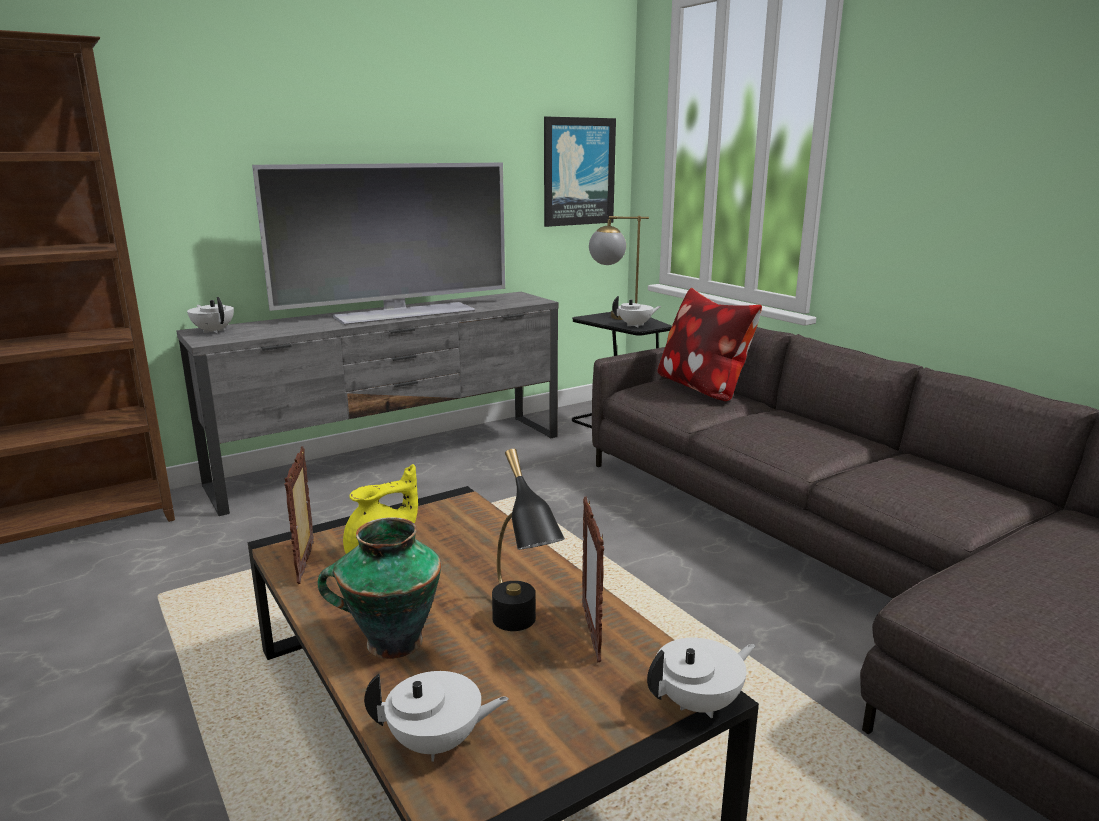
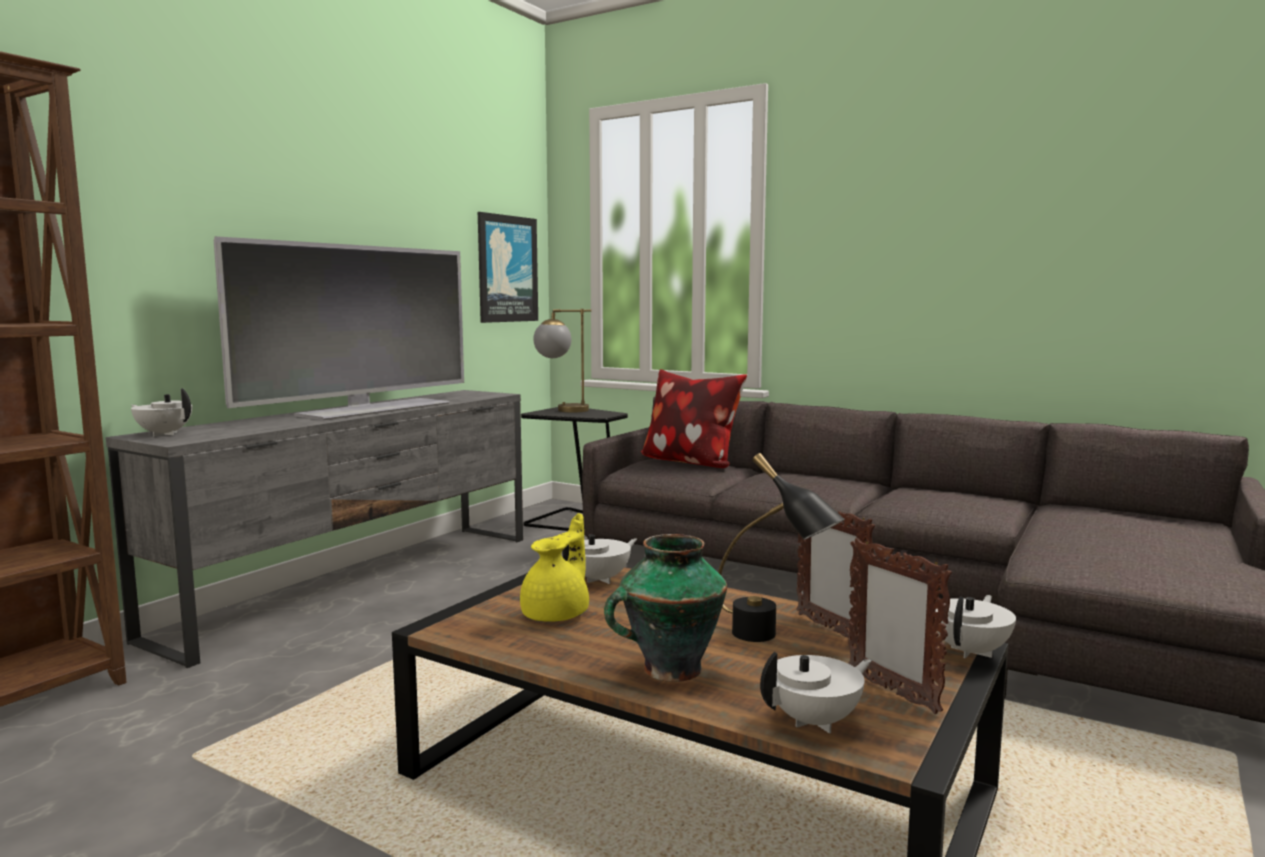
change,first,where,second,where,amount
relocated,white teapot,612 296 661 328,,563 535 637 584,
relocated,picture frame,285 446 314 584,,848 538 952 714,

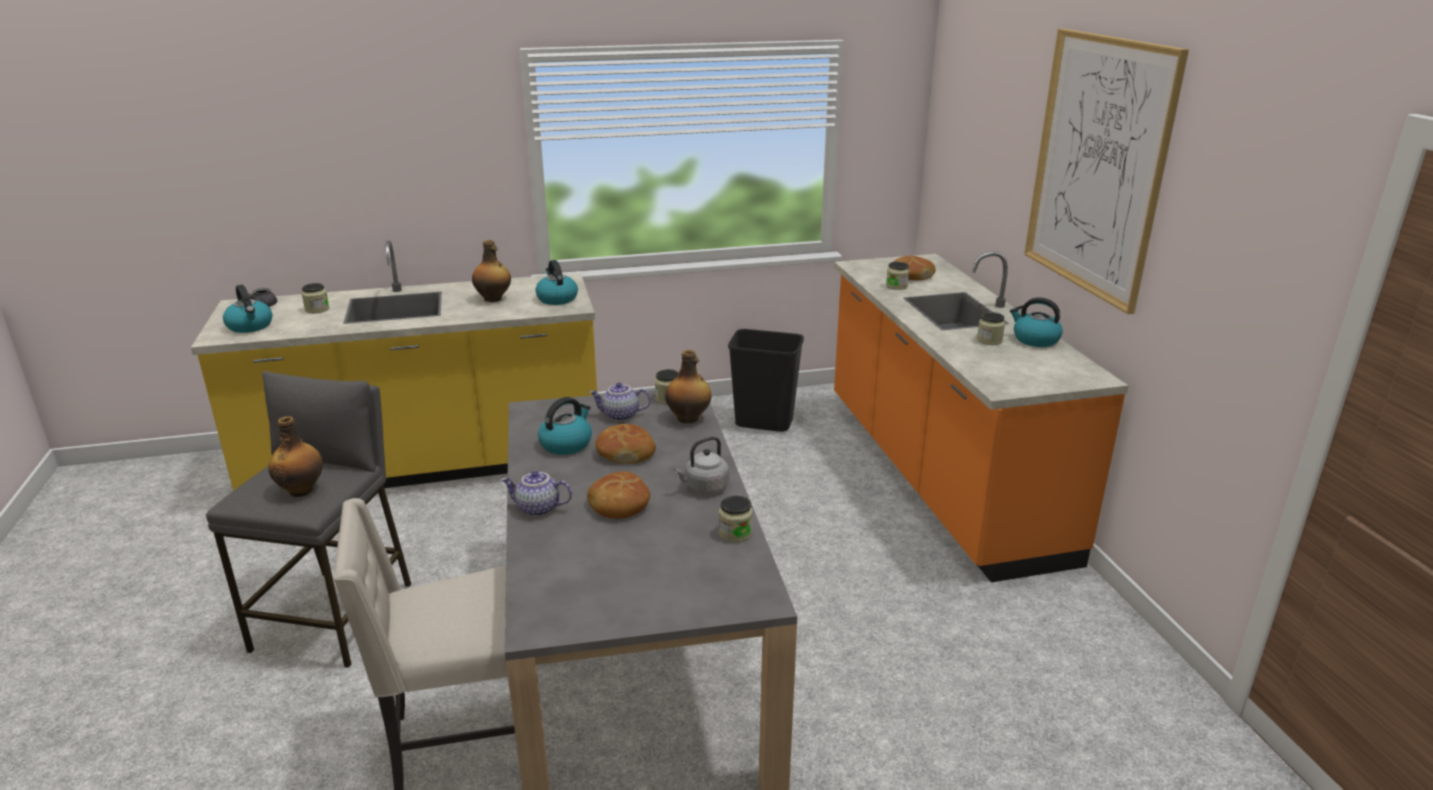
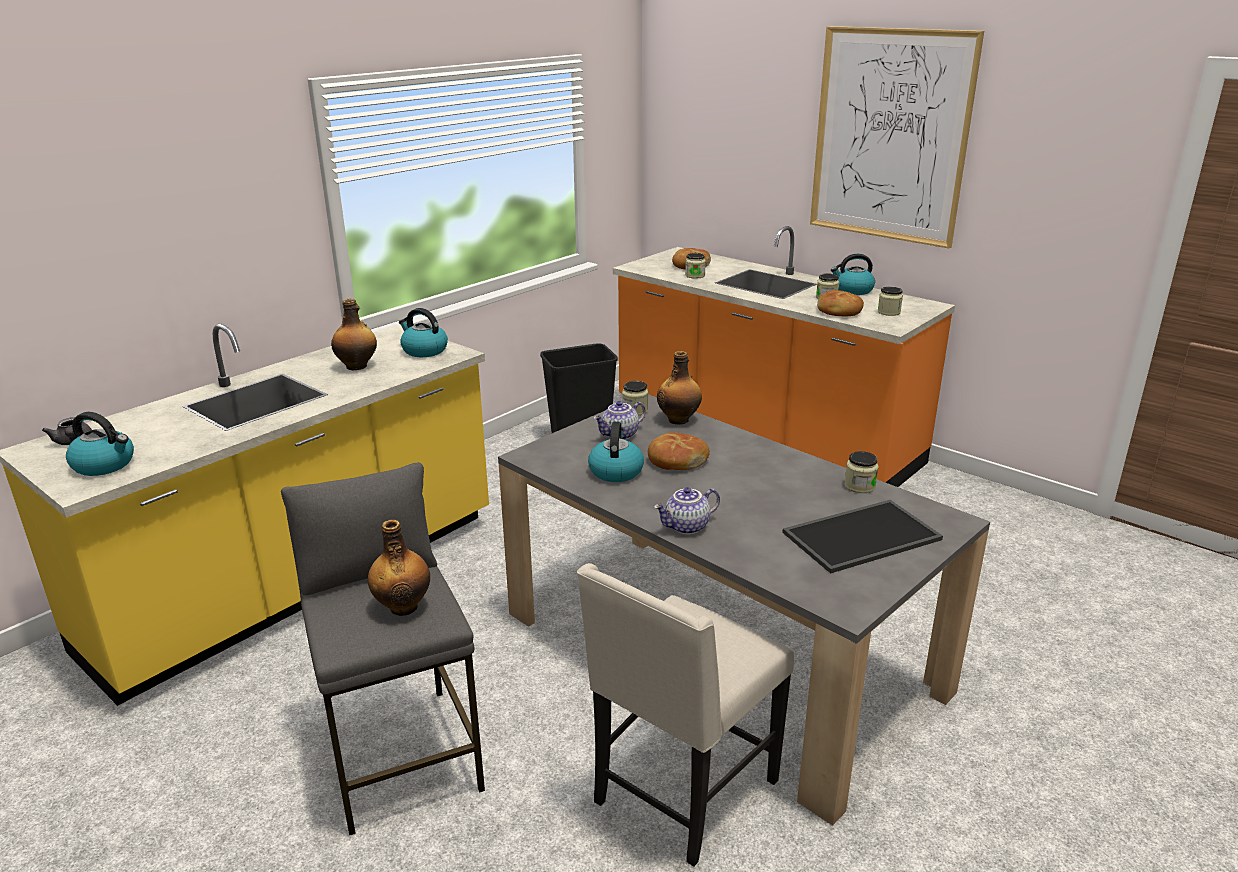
change,first,where,second,where,amount
relocated,jar,302 283 329 313,,878 287 903 316,
missing,grey kettle,674 436 729 494,,,
relocated,bread,587 471 650 519,,817 290 864 316,
appeared,,,tray,782 500 943 574,

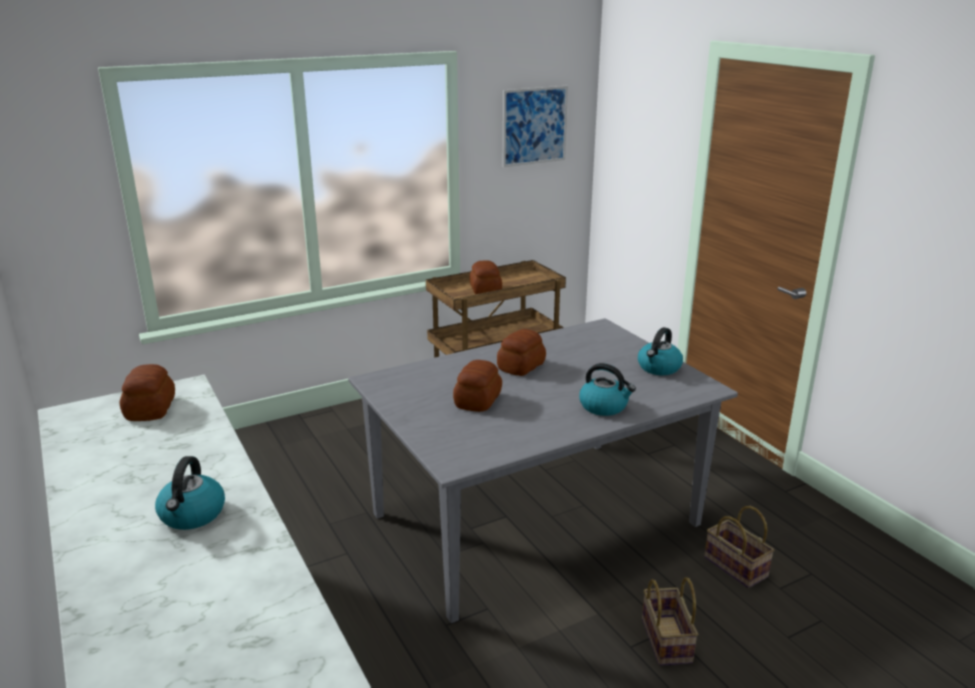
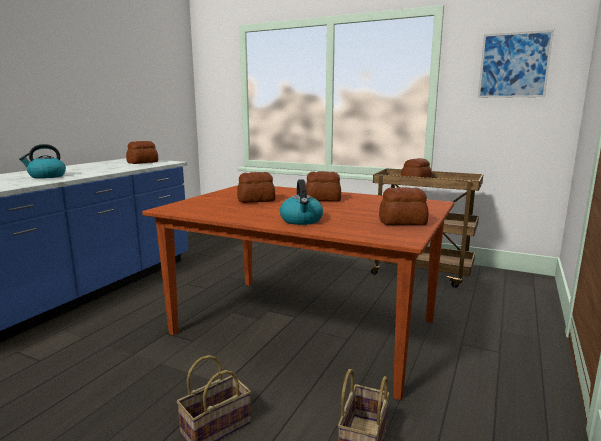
change,first,where,second,where,amount
colour,grey dining table,348 318 738 623,brown dining table,142 185 454 400,
exchanged,kettle,638 327 683 375,bread,379 187 429 225,

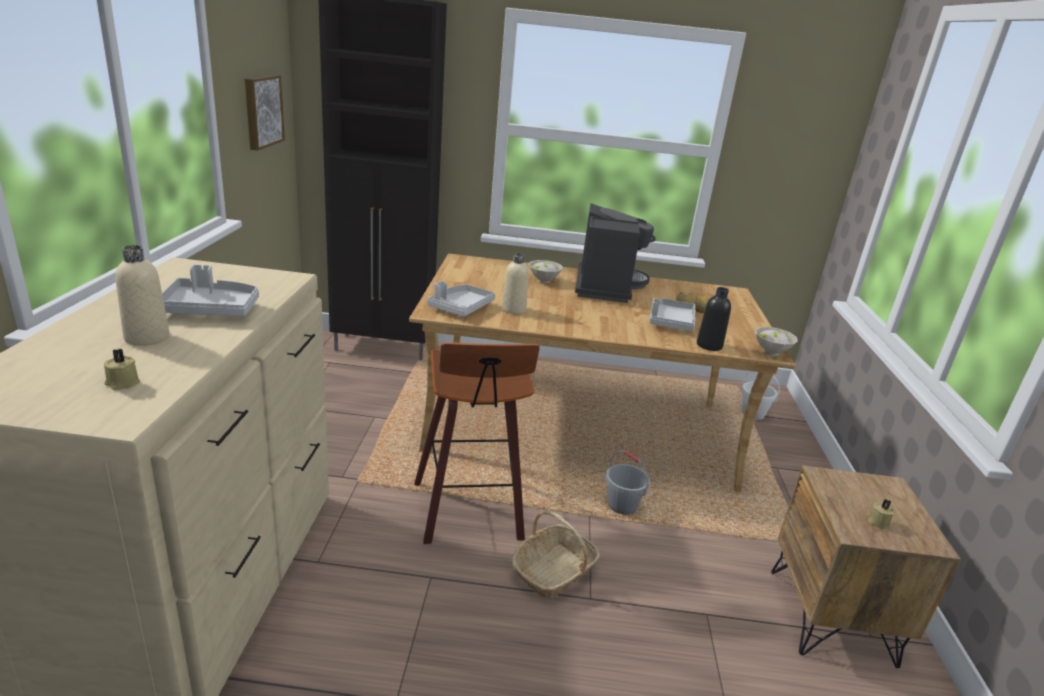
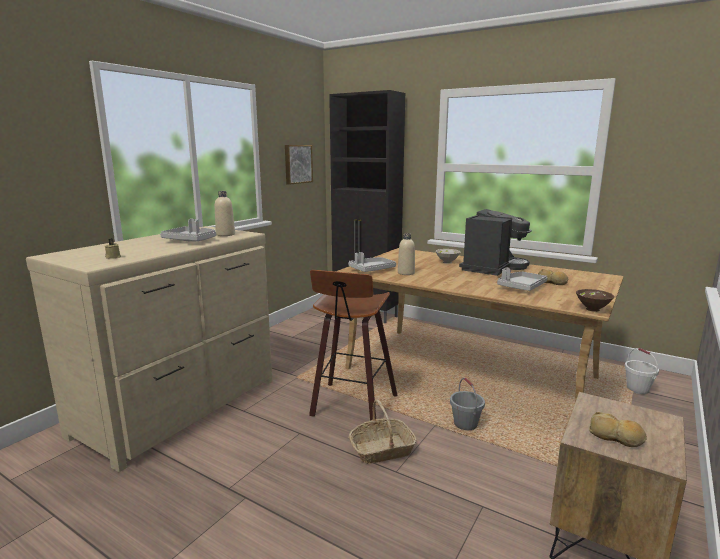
change,first,where,second,where,amount
relocated,beige bottle,115 245 169 346,,215 191 235 236,
missing,black bottle,697 287 731 351,,,
colour,white bowl,755 327 798 356,brown bowl,576 289 615 312,
exchanged,beige candle,868 499 894 530,bread,589 412 647 447,

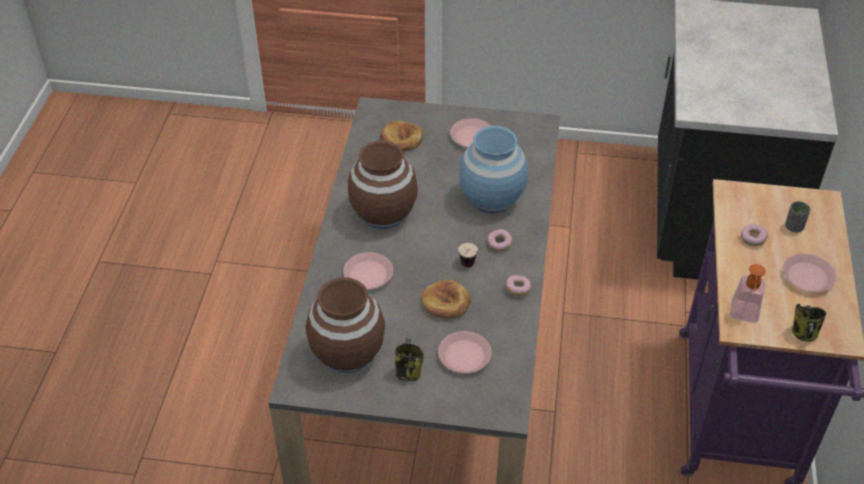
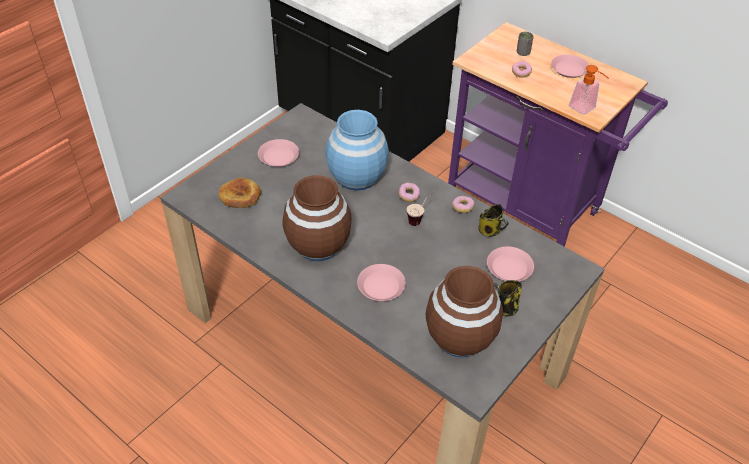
change,first,where,second,where,amount
missing,bread,421 280 471 319,,,
relocated,mug,792 304 826 341,,478 204 508 237,

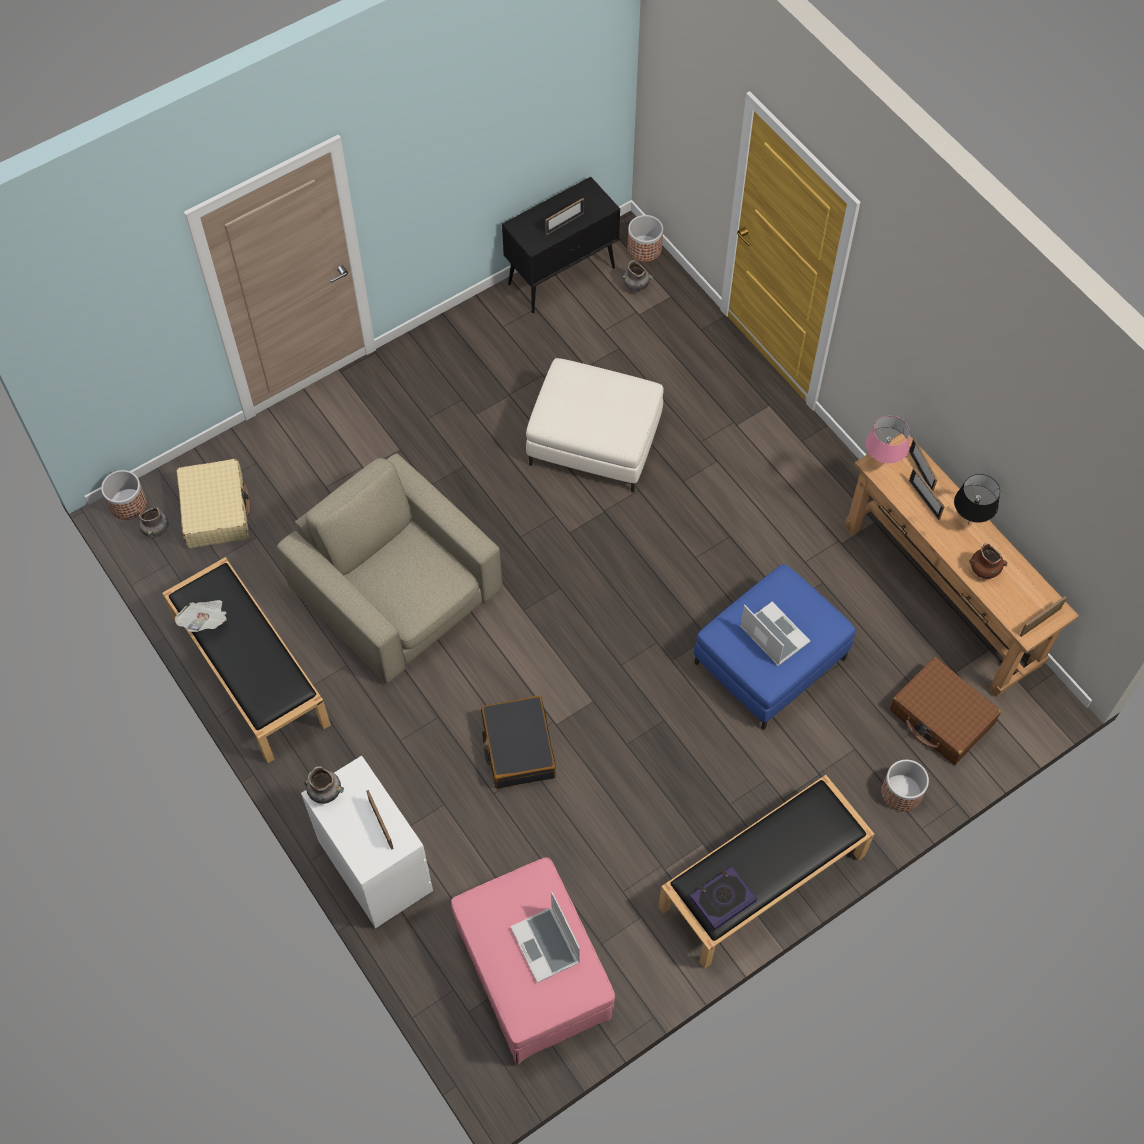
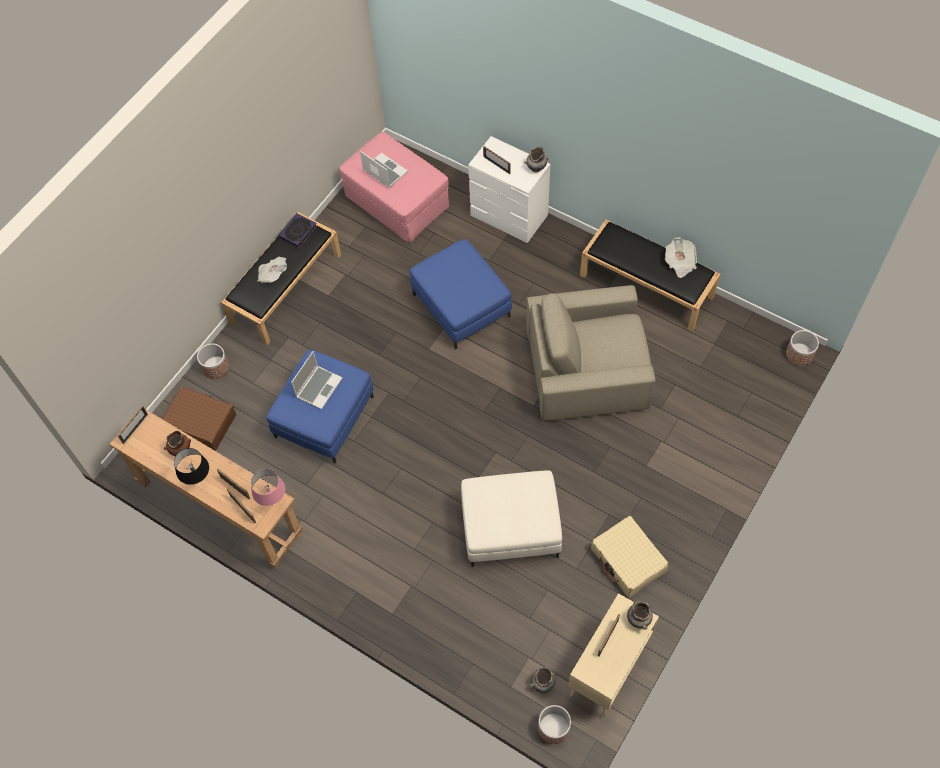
change,first,where,second,where,amount
colour,black cabinet,502 177 620 313,beige cabinet,568 593 659 717,
spun,beige armchair,277 453 503 683,,526 285 656 421,150 degrees clockwise
relocated,beige suitcase,176 459 250 548,,591 516 669 598,
relocated,grey vase,139 507 169 538,,627 601 653 630,
spun,laptop,740 602 810 666,,291 351 342 410,90 degrees counterclockwise
exchanged,black suitcase,481 696 556 789,blue ottoman,410 239 512 349,
appeared,,,newspaper,257 257 287 283,

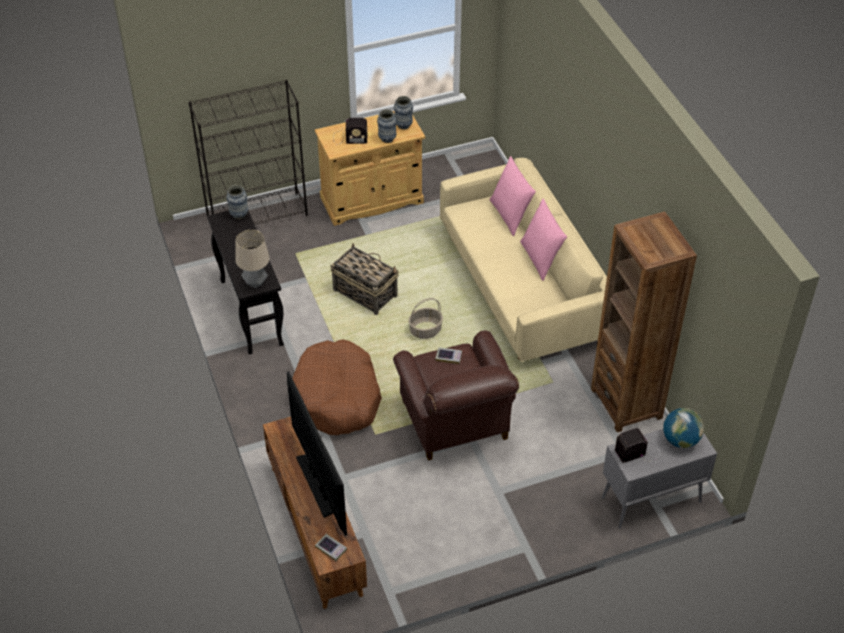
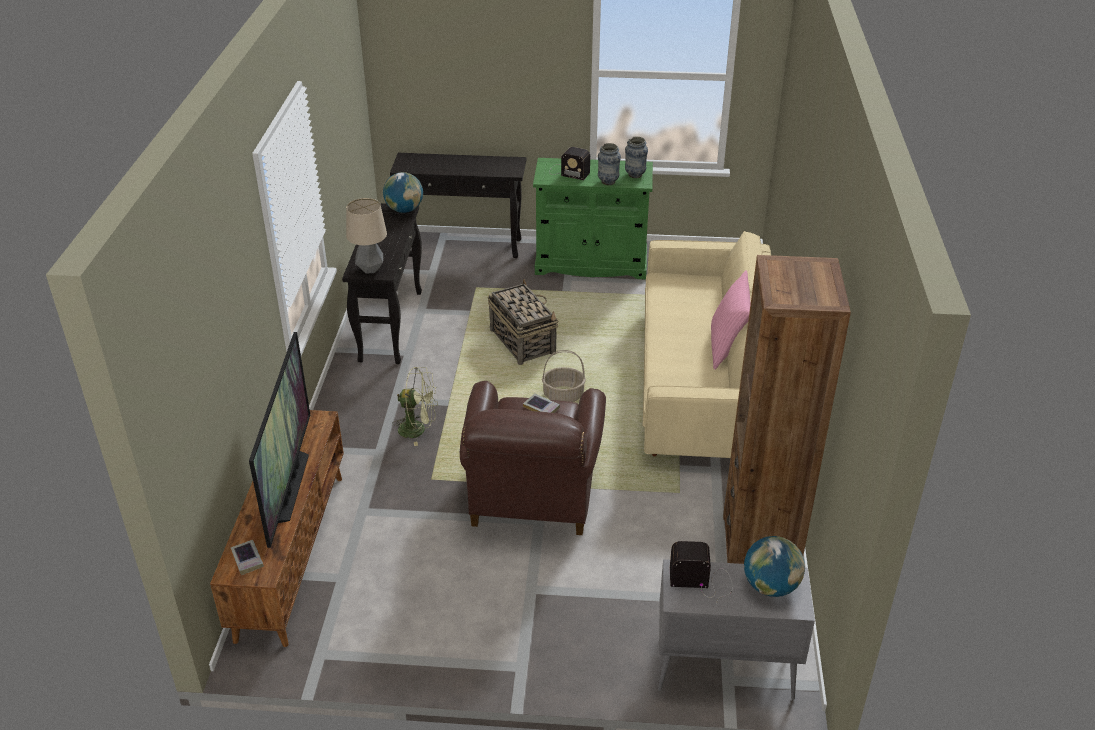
change,first,where,second,where,amount
exchanged,black bookcase,189 80 308 225,black console table,390 153 526 258,
colour,beige cabinet,315 111 425 226,green cabinet,533 158 653 280,
missing,pink pillow,490 156 536 236,,,
exchanged,vase,226 185 248 219,globe,383 172 423 213,
exchanged,brown dog bed,292 339 382 435,green fan,392 367 438 446,

